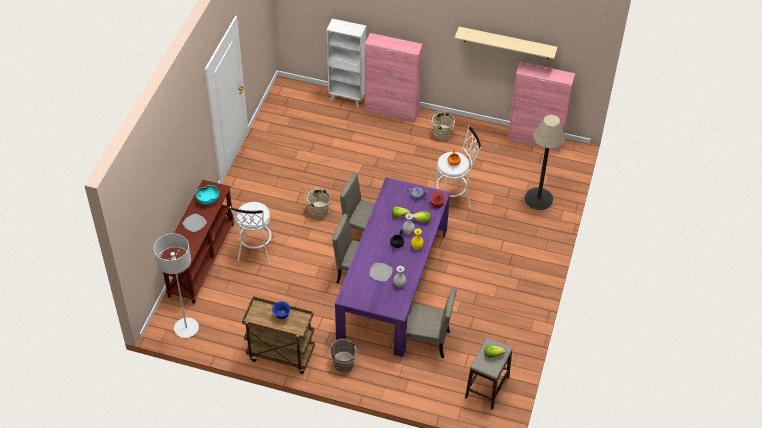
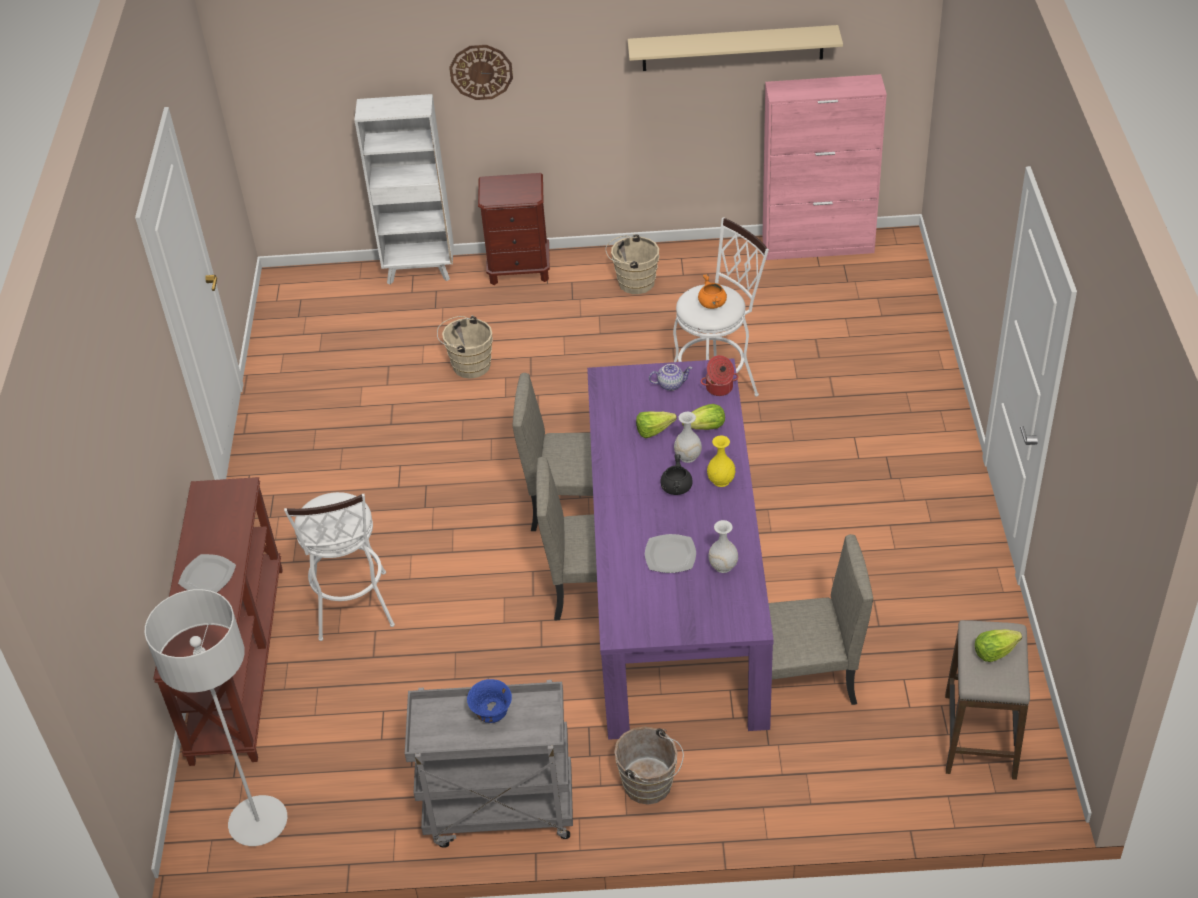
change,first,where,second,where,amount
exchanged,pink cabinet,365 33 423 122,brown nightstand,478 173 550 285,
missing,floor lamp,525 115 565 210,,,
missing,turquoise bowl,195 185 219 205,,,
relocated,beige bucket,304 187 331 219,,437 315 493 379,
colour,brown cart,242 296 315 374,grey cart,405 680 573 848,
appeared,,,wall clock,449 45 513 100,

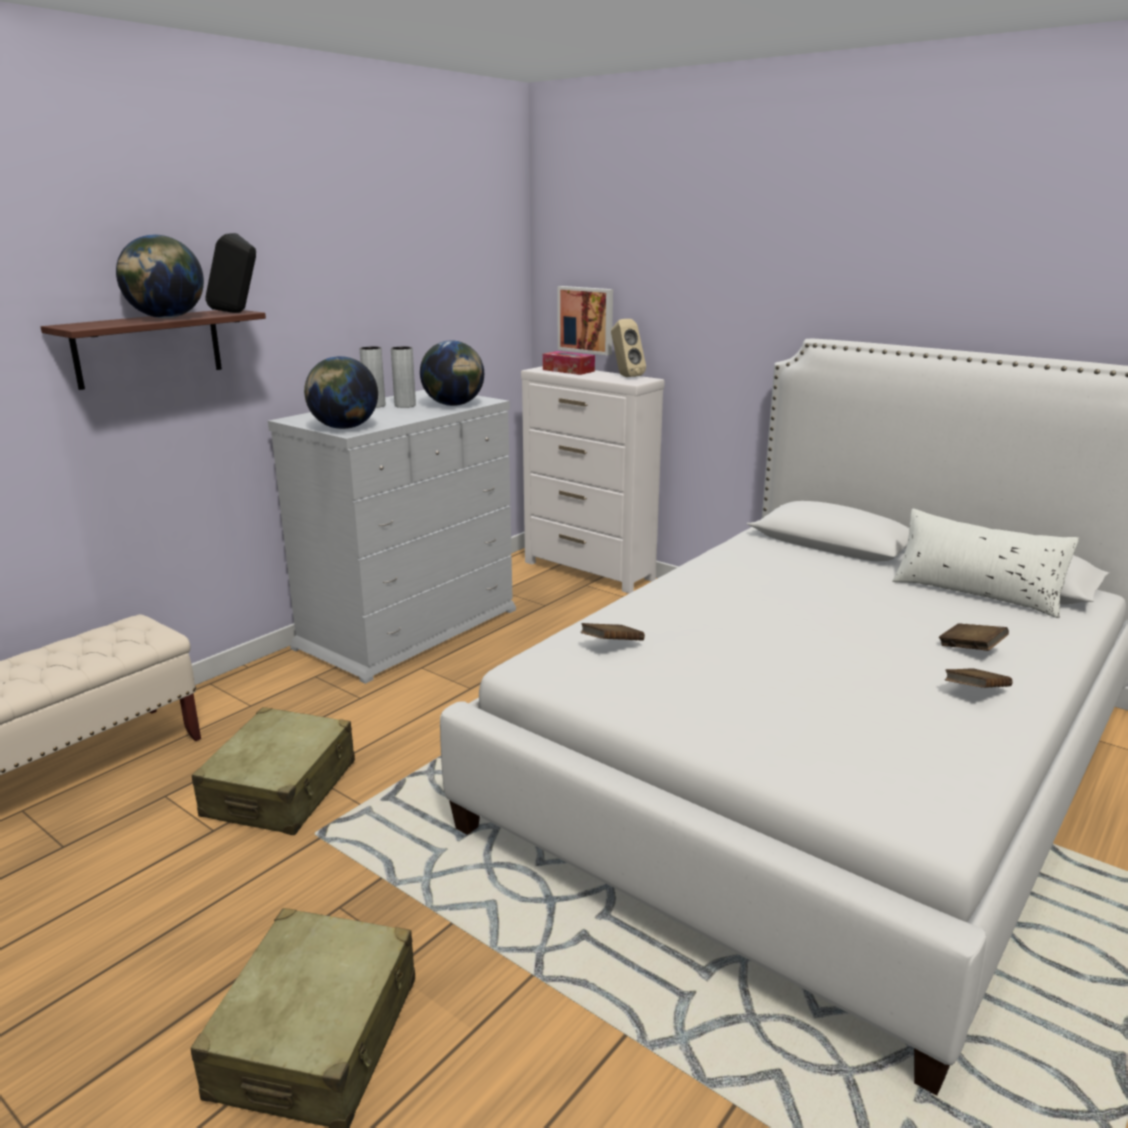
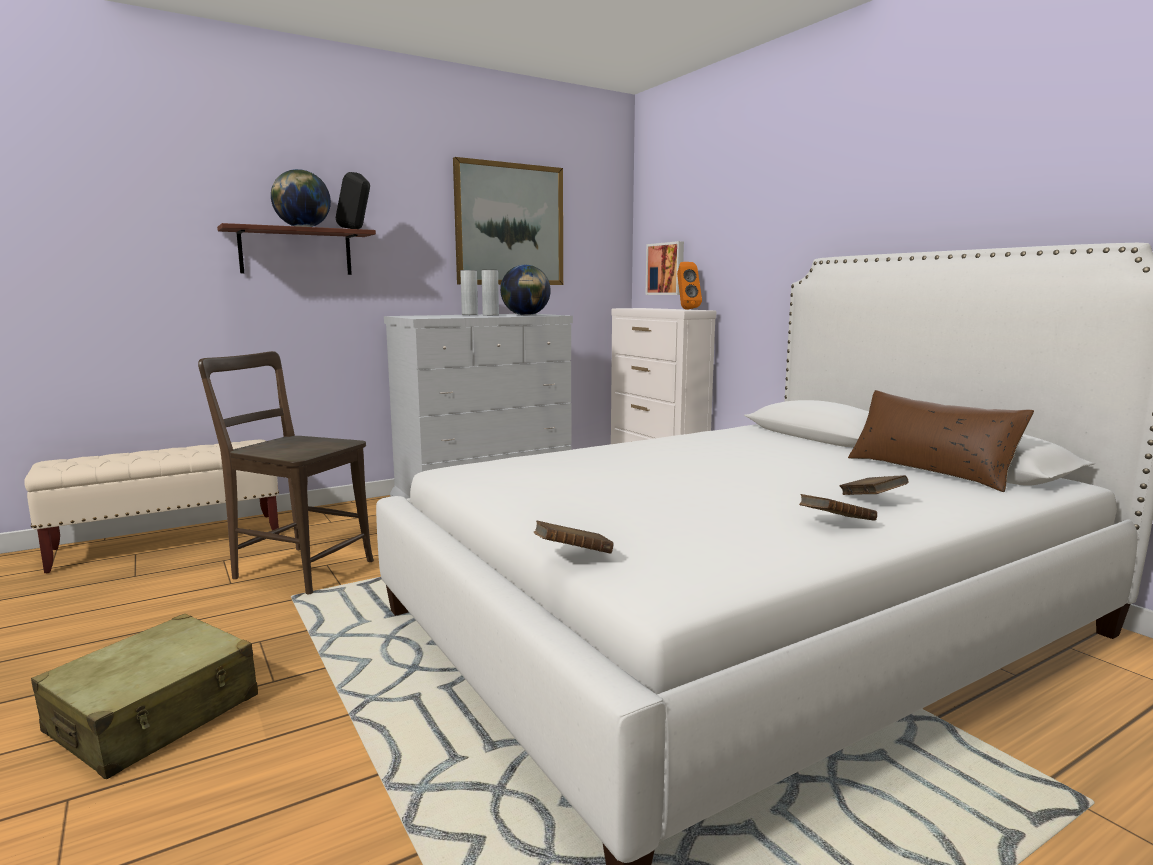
change,first,where,second,where,amount
colour,beige speaker,611 319 646 377,orange speaker,677 262 702 310,
missing,tissue box,543 351 595 375,,,
missing,globe,304 356 378 429,,,
colour,white pillow,892 508 1079 618,brown pillow,848 390 1034 492,
relocated,brown book,581 623 645 641,,534 520 614 554,
exchanged,beige suitcase,192 707 355 835,brown chair,198 351 374 594,
appeared,,,picture,453 157 563 285,

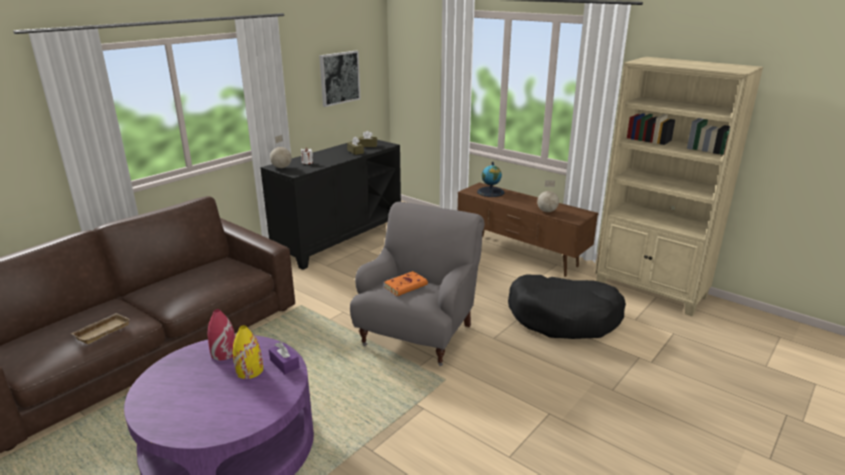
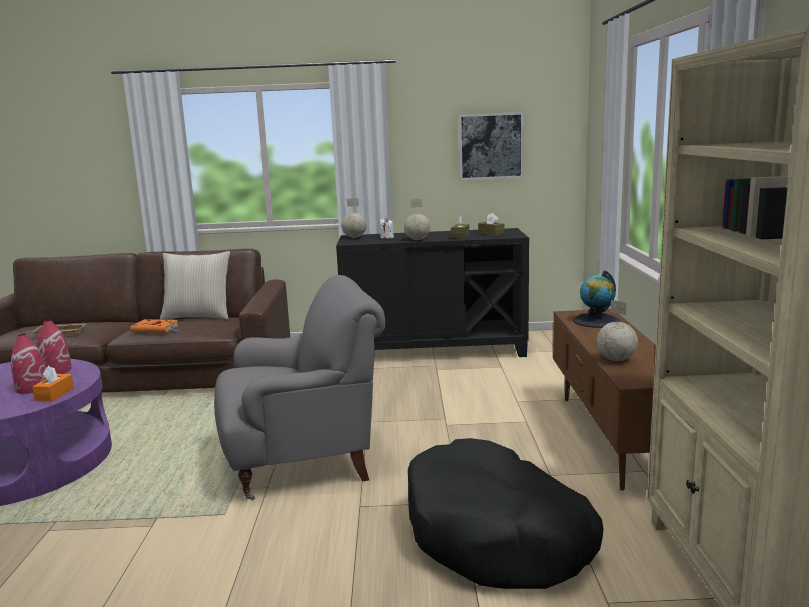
change,first,where,second,where,amount
relocated,orange book,384 271 428 296,,130 319 178 333,
colour,yellow vase,233 325 263 379,red vase,11 334 46 394,
colour,purple tissue box,269 342 300 374,orange tissue box,32 366 74 402,
appeared,,,globe,404 199 430 240,
appeared,,,beige pillow,160 251 230 320,

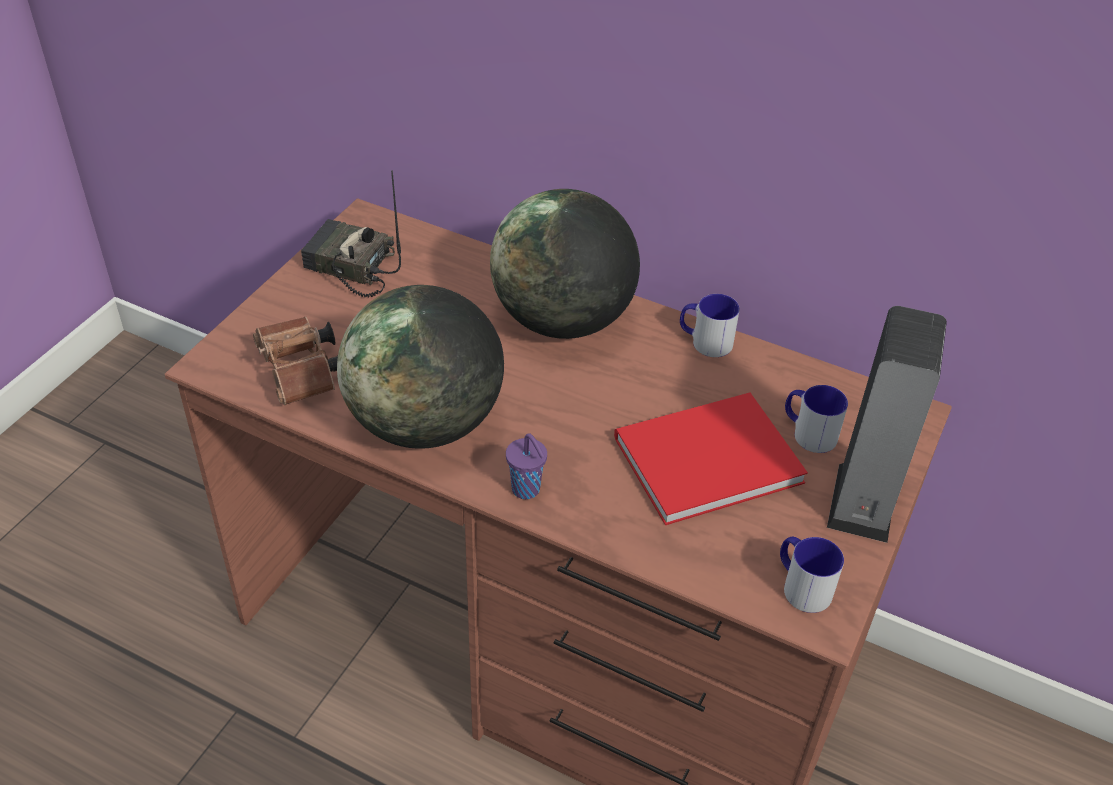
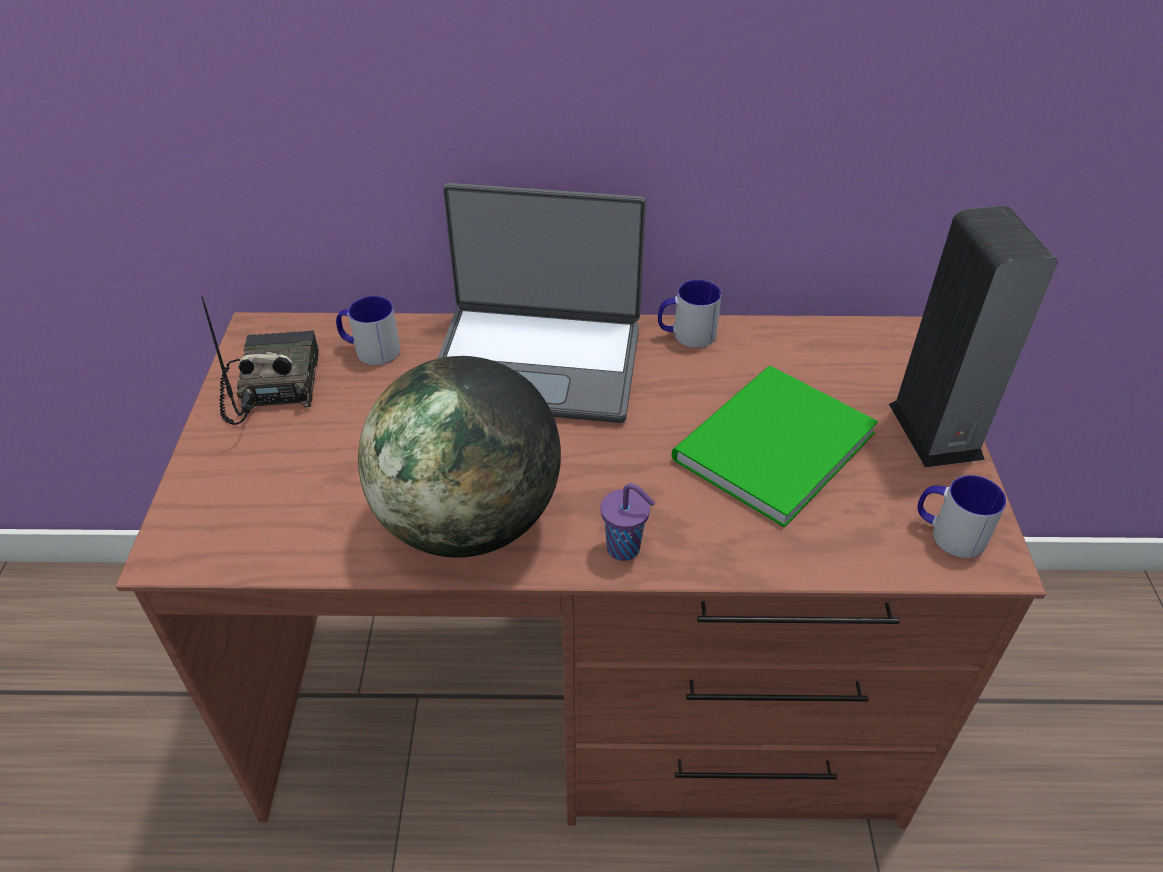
change,first,where,second,where,amount
spun,radio,301 170 401 297,,201 296 319 425,90 degrees clockwise
exchanged,globe,490 189 640 339,laptop,438 183 646 423,
missing,brown binoculars,253 317 338 405,,,
relocated,mug,785 385 848 453,,336 296 400 365,
colour,red book,614 393 808 525,green book,672 366 878 528,

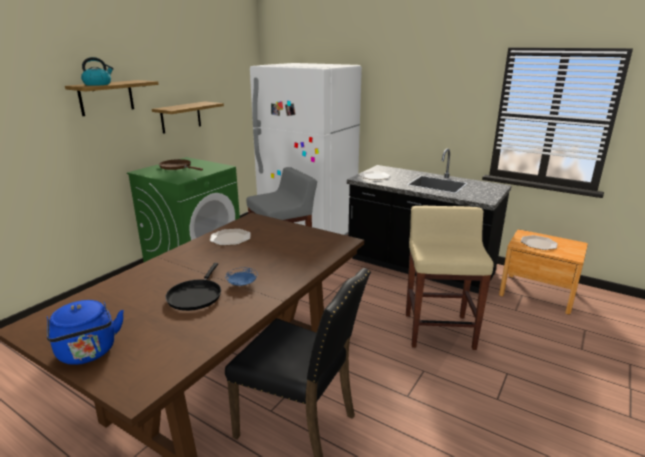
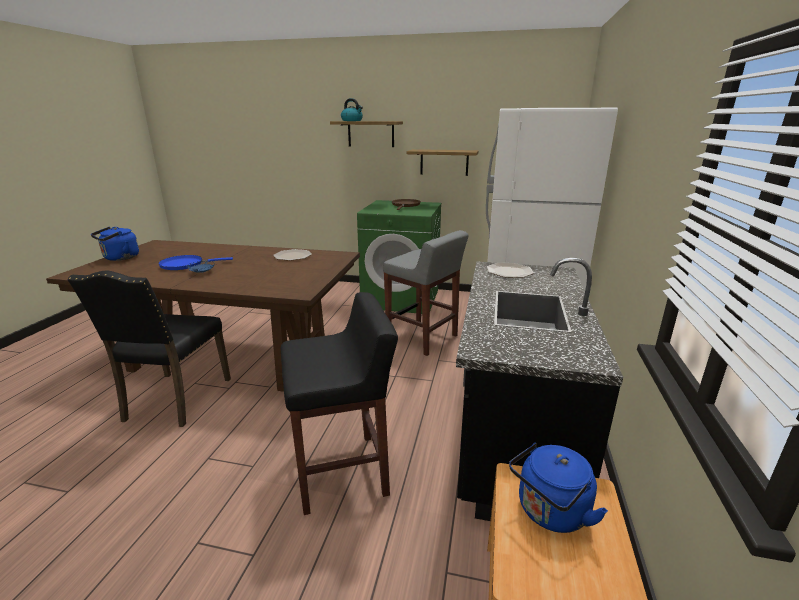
change,first,where,second,where,amount
colour,beige stool,406 205 494 350,black stool,281 292 398 515,
exchanged,plate,521 235 558 250,blue kettle,509 443 608 533,
colour,black frying pan,165 263 221 311,blue frying pan,158 255 233 270,

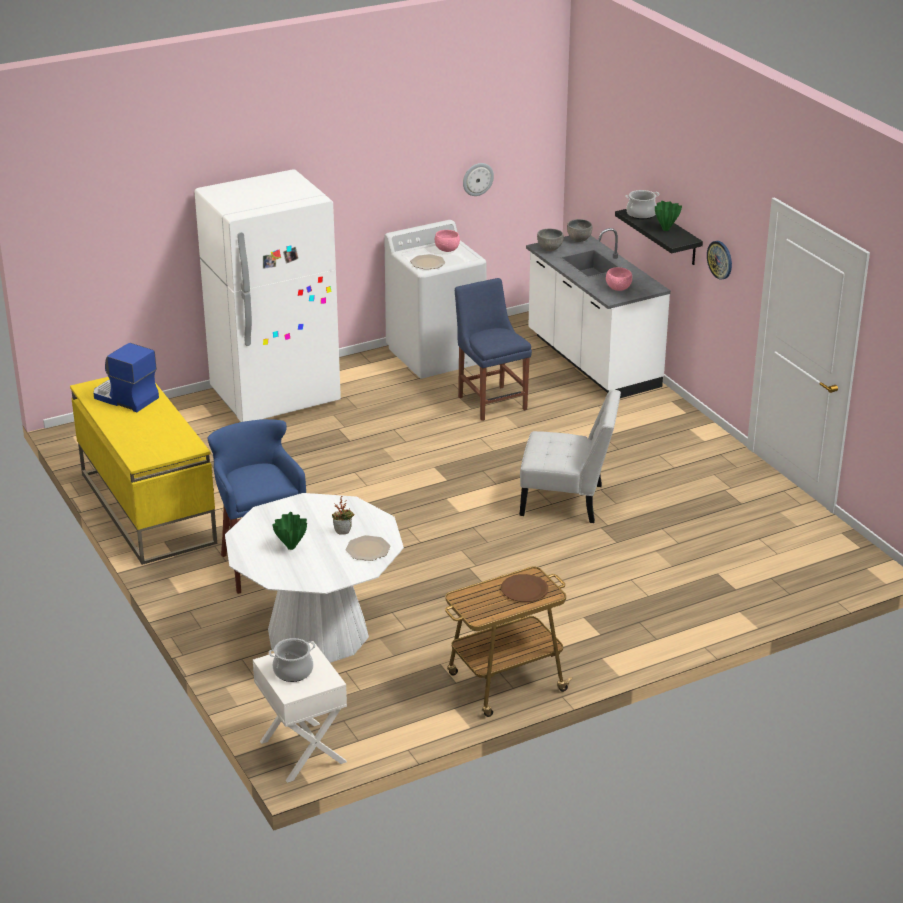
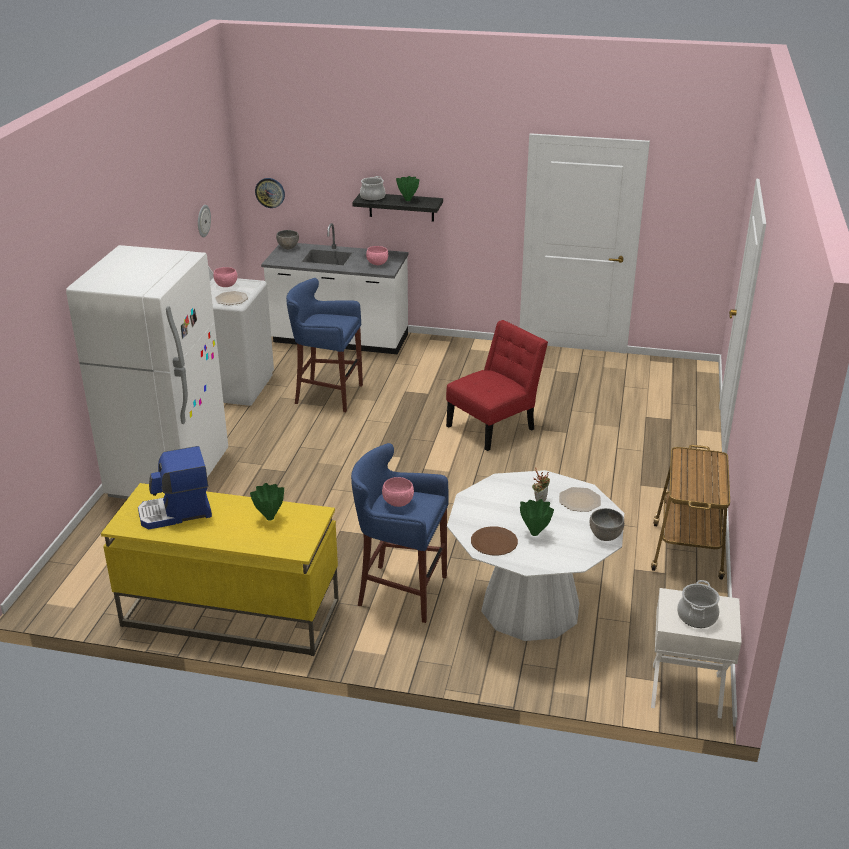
change,first,where,second,where,amount
relocated,grey bowl,537 228 564 251,,590 508 624 541,
relocated,wall clock,707 241 732 280,,255 178 285 208,
exchanged,blue chair,455 278 532 421,blue stool,286 278 363 412,
colour,white chair,519 389 621 523,red chair,446 320 548 451,
relocated,brown plate,501 574 548 602,,471 526 518 556,
appeared,,,pink bowl,382 477 414 507,
appeared,,,green vase,250 483 284 521,

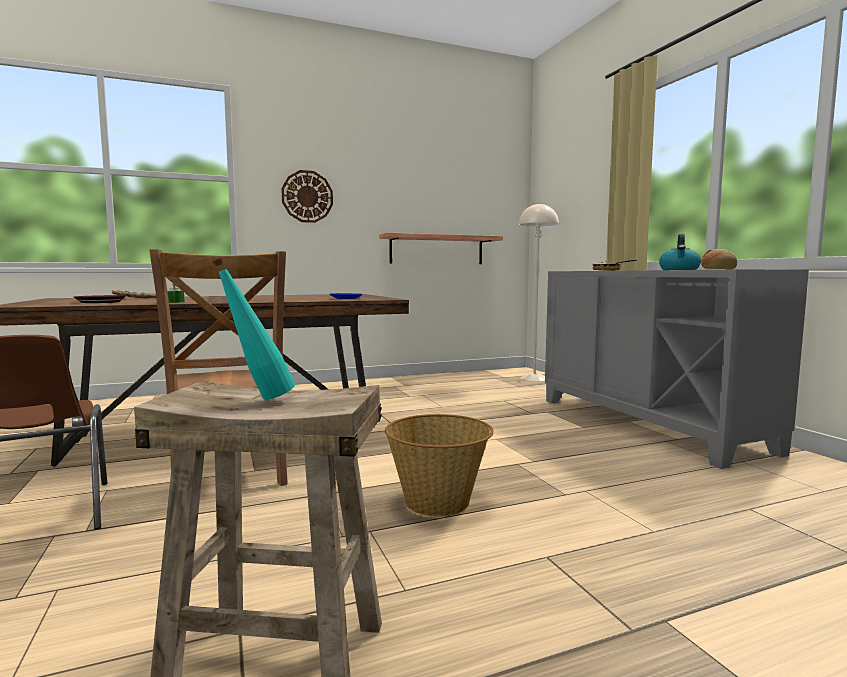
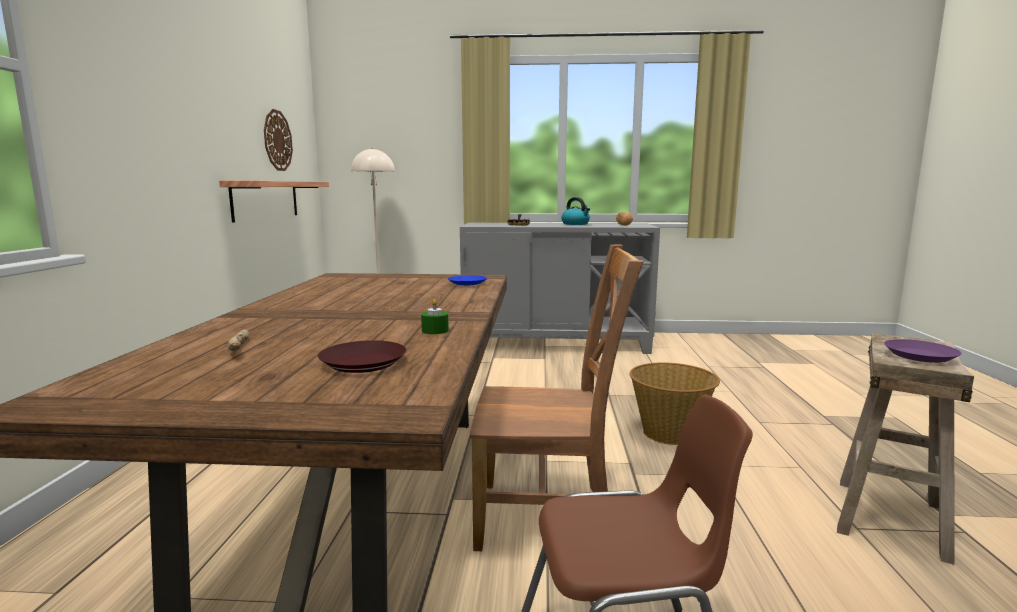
change,first,where,second,where,amount
relocated,wall clock,281 170 333 223,,264 109 293 171,
exchanged,turquoise bottle,212 257 295 400,purple plate,884 339 962 363,

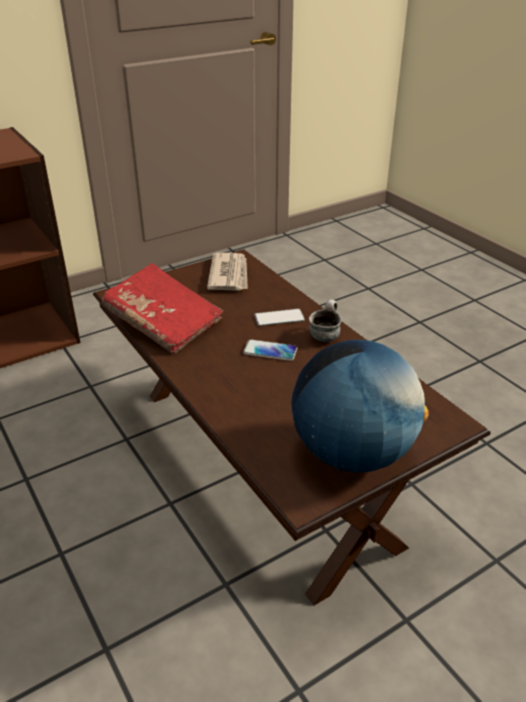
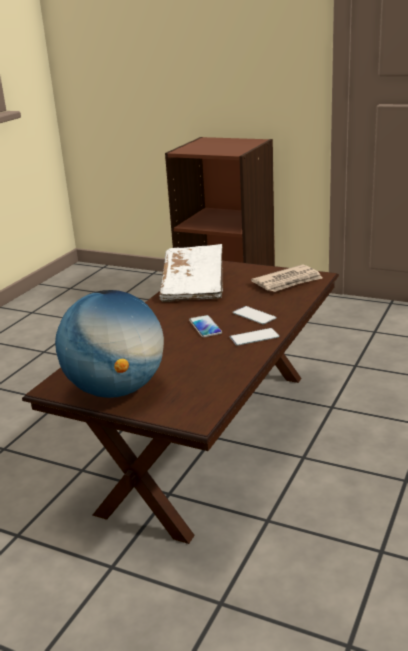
change,first,where,second,where,amount
colour,red book,101 263 223 354,white book,159 244 223 302,
exchanged,mug,309 300 341 342,phone,230 328 279 346,

